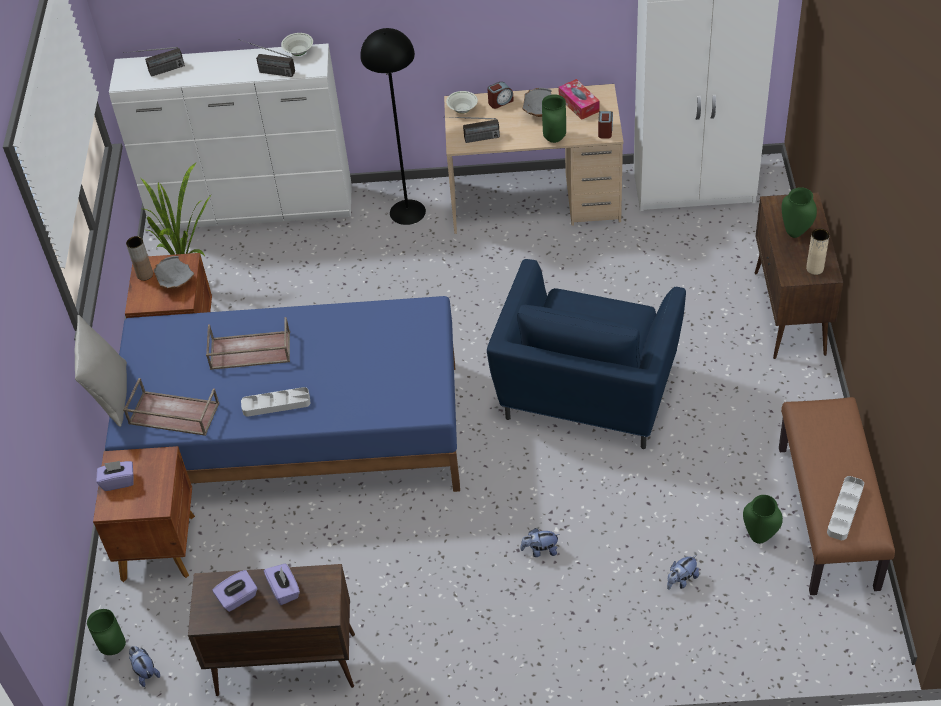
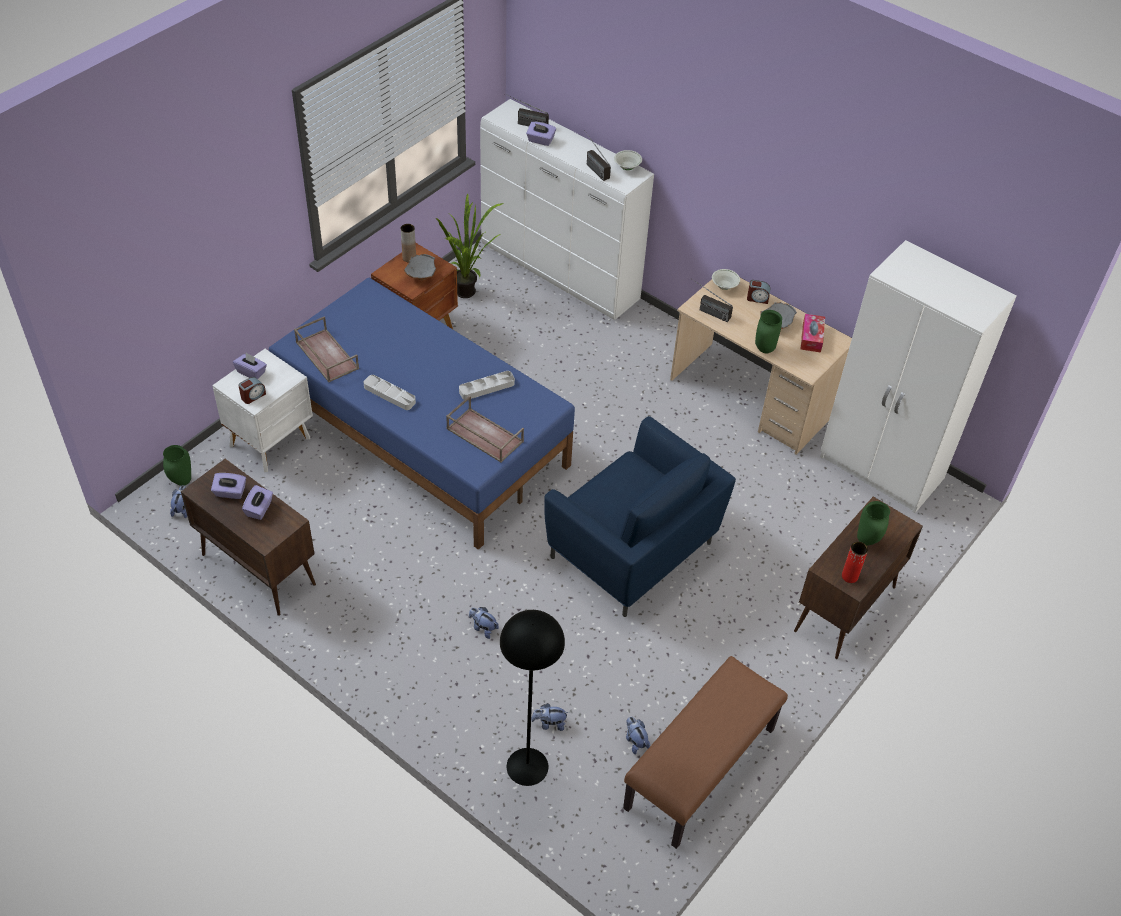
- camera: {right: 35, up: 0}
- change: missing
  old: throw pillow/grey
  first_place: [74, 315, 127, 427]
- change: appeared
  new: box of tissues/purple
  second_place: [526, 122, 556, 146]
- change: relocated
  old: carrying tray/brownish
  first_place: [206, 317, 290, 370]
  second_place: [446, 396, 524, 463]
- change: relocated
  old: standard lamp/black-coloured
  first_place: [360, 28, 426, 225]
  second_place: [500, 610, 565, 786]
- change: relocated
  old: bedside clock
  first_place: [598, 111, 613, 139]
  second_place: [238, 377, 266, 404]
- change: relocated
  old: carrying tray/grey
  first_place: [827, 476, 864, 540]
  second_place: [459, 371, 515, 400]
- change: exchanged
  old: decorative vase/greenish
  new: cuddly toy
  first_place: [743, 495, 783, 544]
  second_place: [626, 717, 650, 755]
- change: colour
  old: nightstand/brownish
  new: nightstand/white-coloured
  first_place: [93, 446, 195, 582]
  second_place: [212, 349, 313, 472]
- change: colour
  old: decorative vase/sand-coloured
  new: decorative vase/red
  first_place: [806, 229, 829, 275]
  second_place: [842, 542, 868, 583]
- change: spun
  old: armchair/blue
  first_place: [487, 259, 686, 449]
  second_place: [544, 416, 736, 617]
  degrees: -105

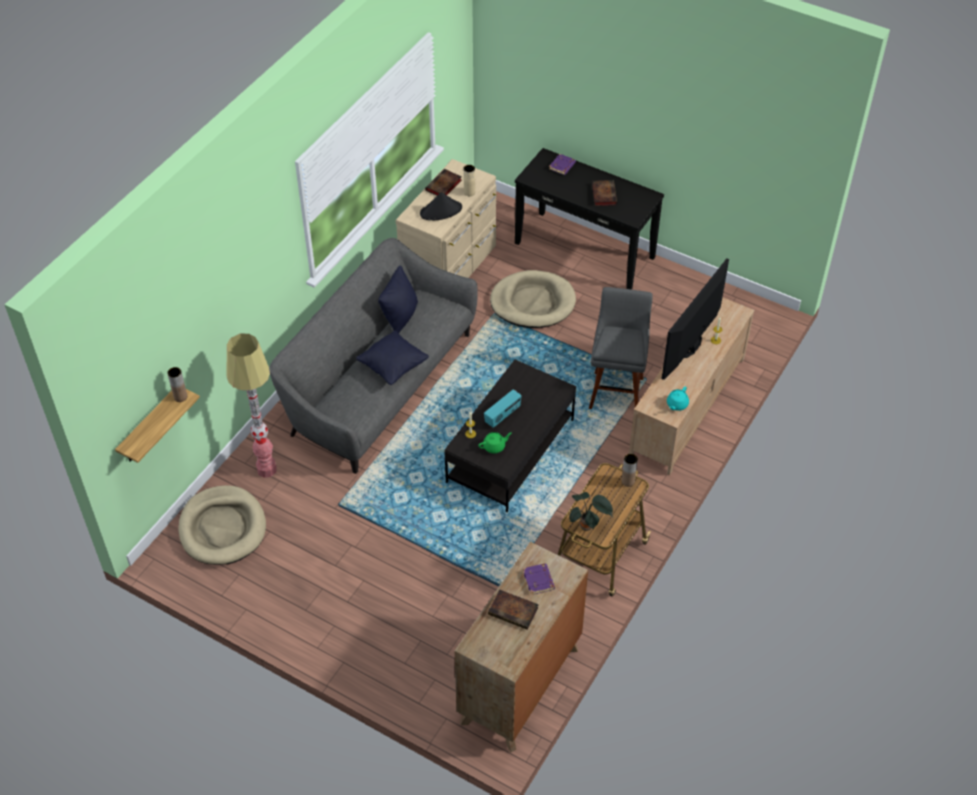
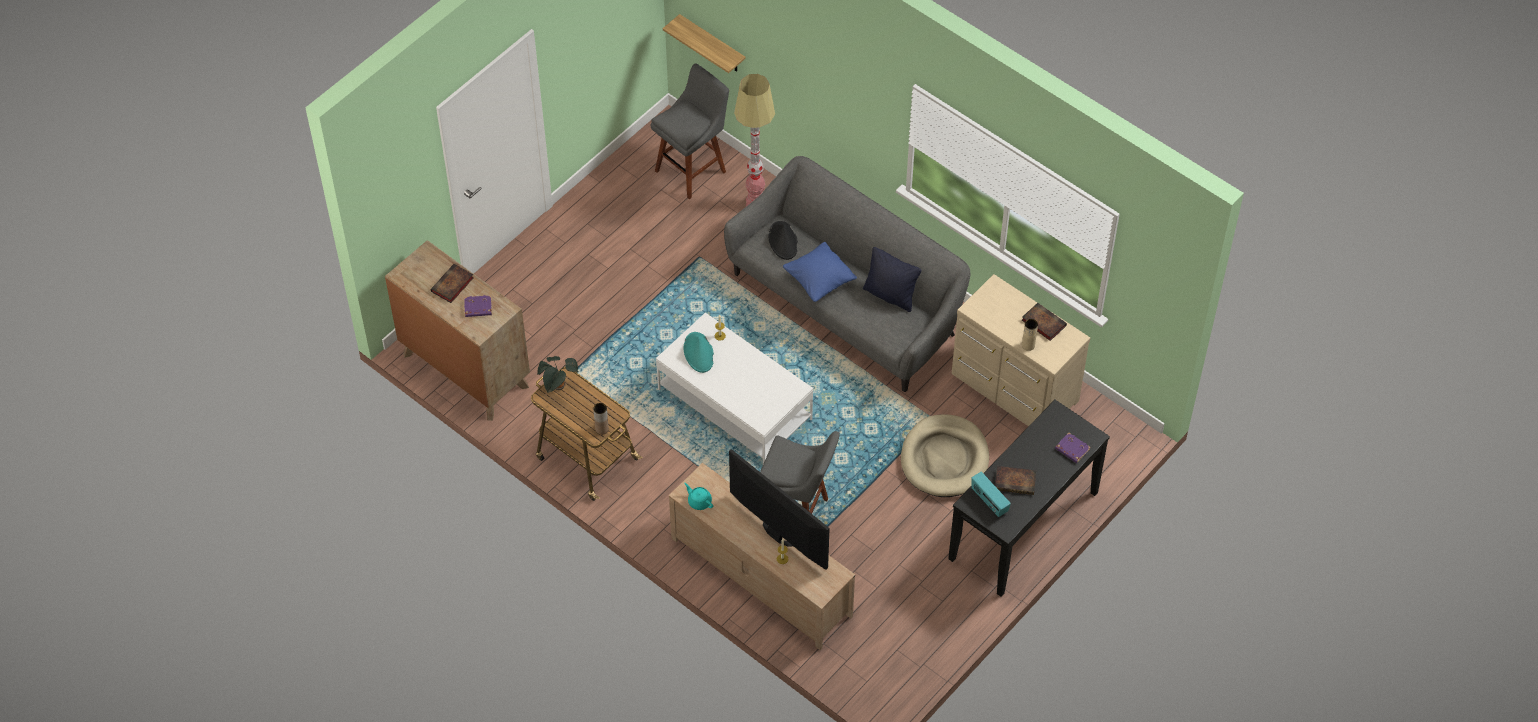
- camera: {right: 100, up: 5}
- change: missing
  old: decorative vase/brownish
  first_place: [167, 367, 187, 402]
- change: relocated
  old: wearable hat/black-coloured
  first_place: [420, 192, 462, 220]
  second_place: [768, 221, 798, 260]
- change: relocated
  old: radio set
  first_place: [484, 389, 521, 428]
  second_place: [971, 472, 1011, 517]
- change: exchanged
  old: pet bed/sand-coloured
  new: stool seat/grey
  first_place: [178, 485, 266, 565]
  second_place: [650, 64, 729, 200]
- change: exchanged
  old: teapot/greenish
  new: wearable hat/turquoise
  first_place: [478, 432, 512, 453]
  second_place: [684, 332, 714, 373]
- change: colour
  old: throw pillow/black-coloured
  new: throw pillow/blue
  first_place: [356, 331, 429, 385]
  second_place: [783, 242, 857, 302]
- change: colour
  old: coffee table/black-coloured
  new: coffee table/white-coloured
  first_place: [444, 360, 576, 512]
  second_place: [656, 312, 813, 464]

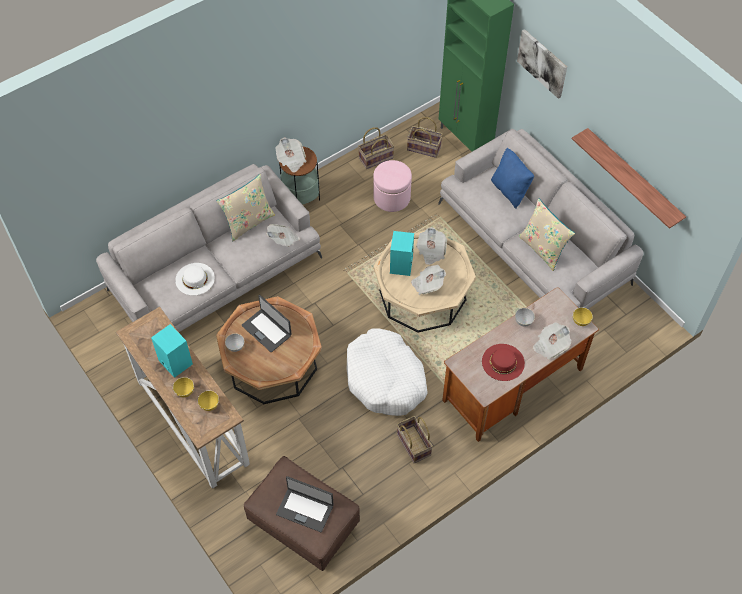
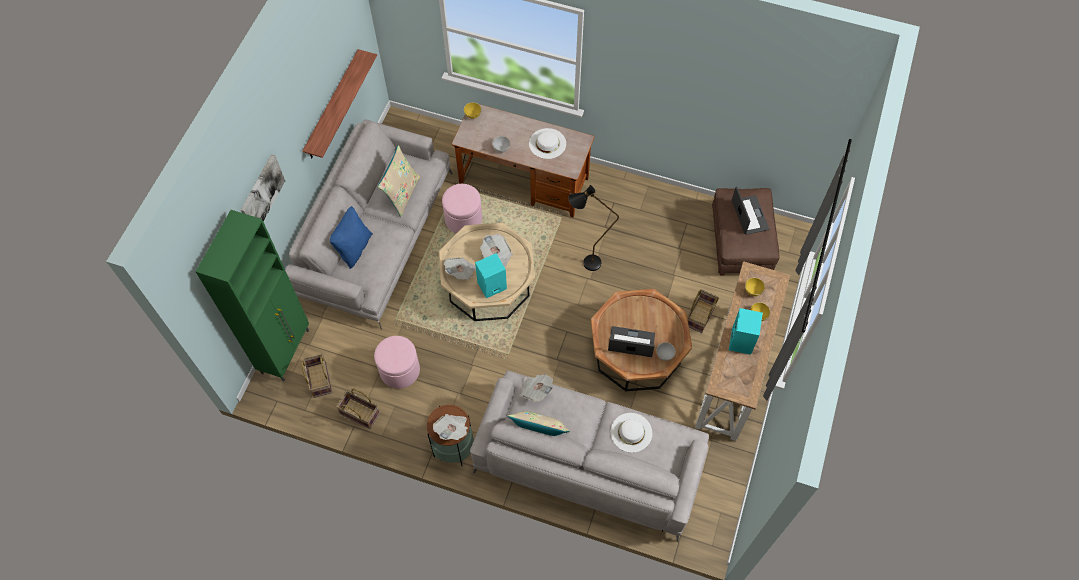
- camera: {right: -125, up: 5}
- change: missing
  old: newspaper
  first_place: [533, 322, 571, 360]
- change: appeared
  new: pouffe/pinkish
  second_place: [442, 184, 482, 234]
- change: relocated
  old: household basket
  first_place: [396, 416, 433, 463]
  second_place: [687, 289, 719, 333]
- change: exchanged
  old: pet bed/white-coloured
  new: standard lamp/black-coloured
  first_place: [347, 329, 427, 416]
  second_place: [568, 185, 619, 271]
- change: colour
  old: wearable hat/red
  new: wearable hat/white-coloured
  first_place: [482, 344, 525, 381]
  second_place: [529, 128, 566, 159]
- change: spun
  old: laptop
  first_place: [241, 295, 292, 353]
  second_place: [608, 326, 655, 357]
  degrees: -90

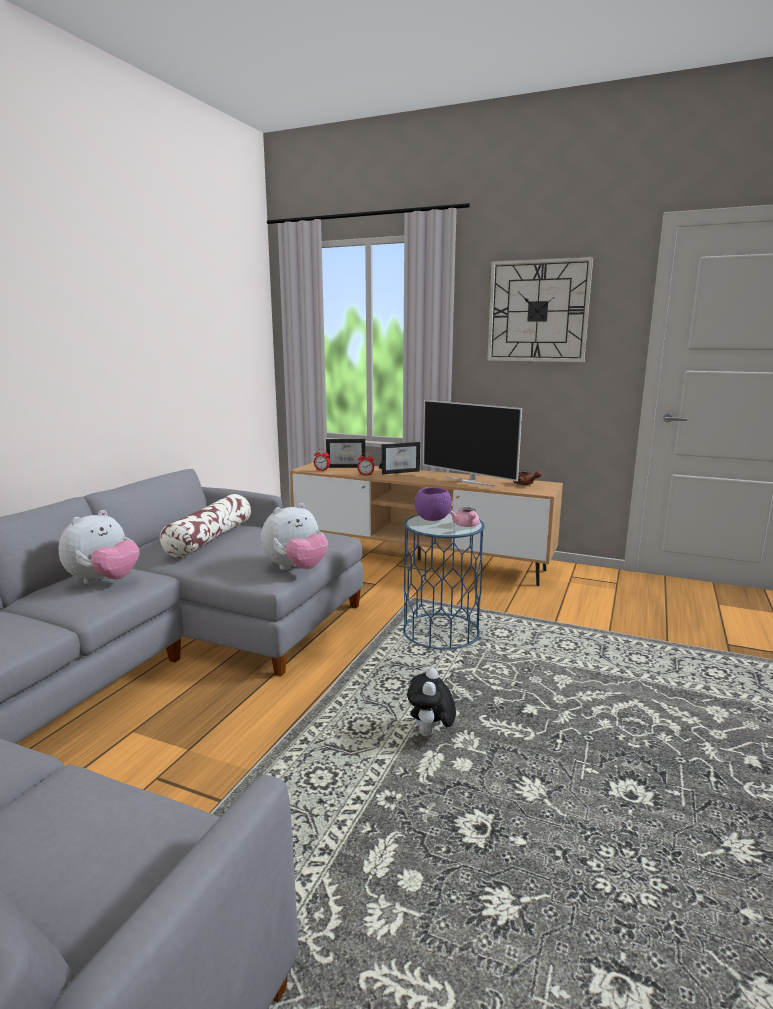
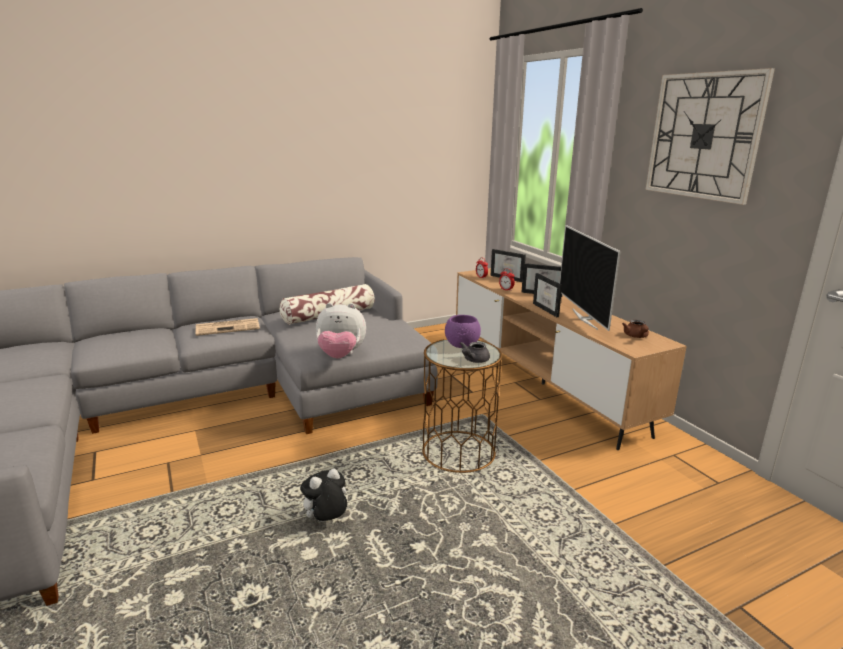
- camera: {right: 40, up: 5}
- change: appeared
  new: standing frame
  second_place: [533, 273, 562, 317]
- change: exchanged
  old: cuddly toy
  new: newspaper
  first_place: [58, 510, 139, 584]
  second_place: [196, 318, 260, 336]
- change: colour
  old: end table/blue
  new: end table/brownish
  first_place: [403, 513, 485, 650]
  second_place: [422, 339, 502, 473]
- change: colour
  old: teapot/pinkish
  new: teapot/grey
  first_place: [449, 507, 480, 527]
  second_place: [460, 342, 490, 363]

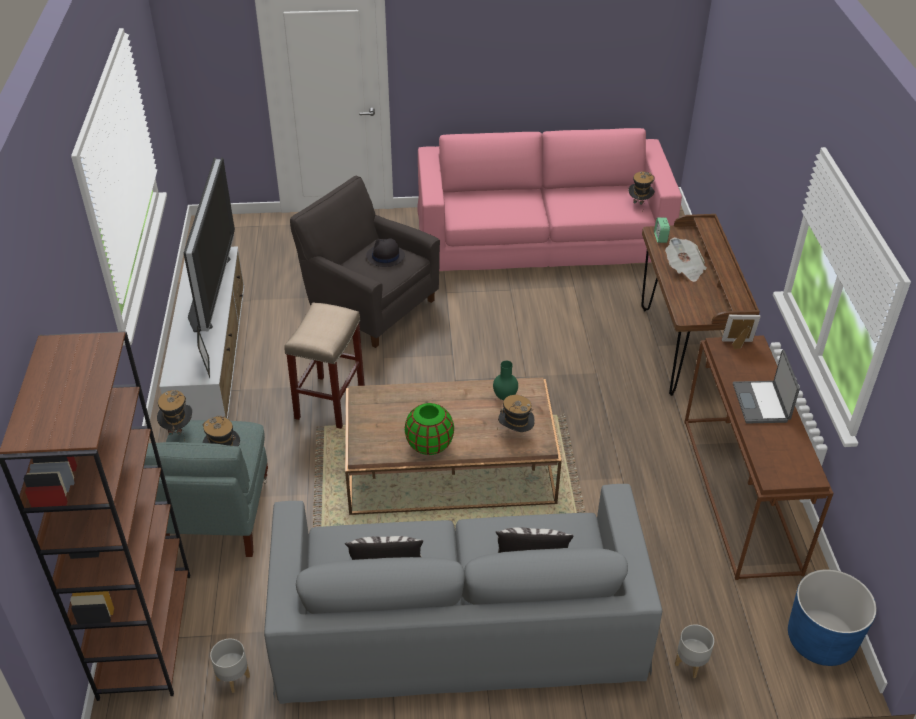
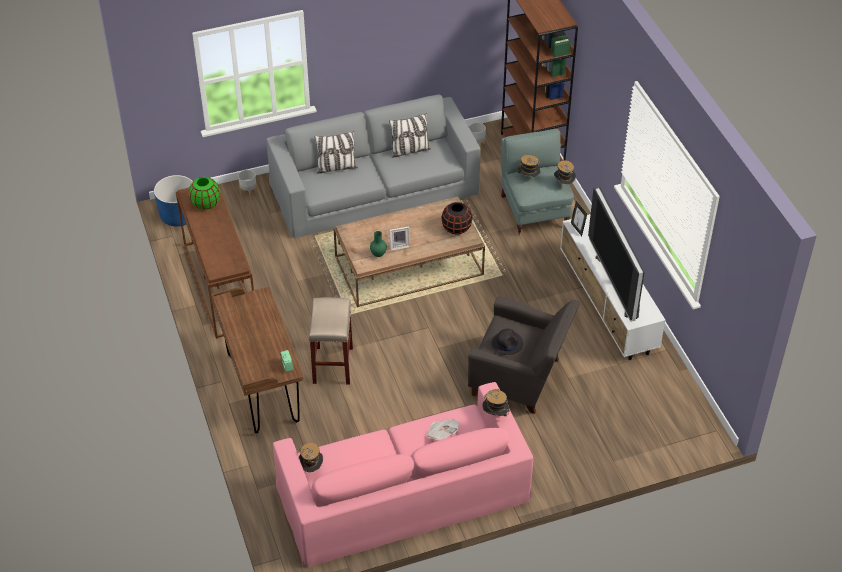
- camera: {right: 165, up: 5}
- change: missing
  old: laptop
  first_place: [733, 350, 800, 424]
- change: appeared
  new: decorative vase/black-coloured
  second_place: [442, 202, 472, 235]
- change: relocated
  old: stool seat/sand-coloured
  first_place: [284, 302, 365, 429]
  second_place: [309, 297, 353, 385]
- change: relocated
  old: decorative vase/greenish
  first_place: [405, 403, 454, 455]
  second_place: [189, 177, 220, 210]
- change: relocated
  old: wearable hat
  first_place: [497, 395, 535, 432]
  second_place: [482, 388, 509, 417]
- change: relocated
  old: newspaper
  first_place: [665, 237, 707, 282]
  second_place: [425, 419, 460, 440]
- change: relocated
  old: standing frame
  first_place: [722, 315, 761, 349]
  second_place: [389, 226, 410, 250]

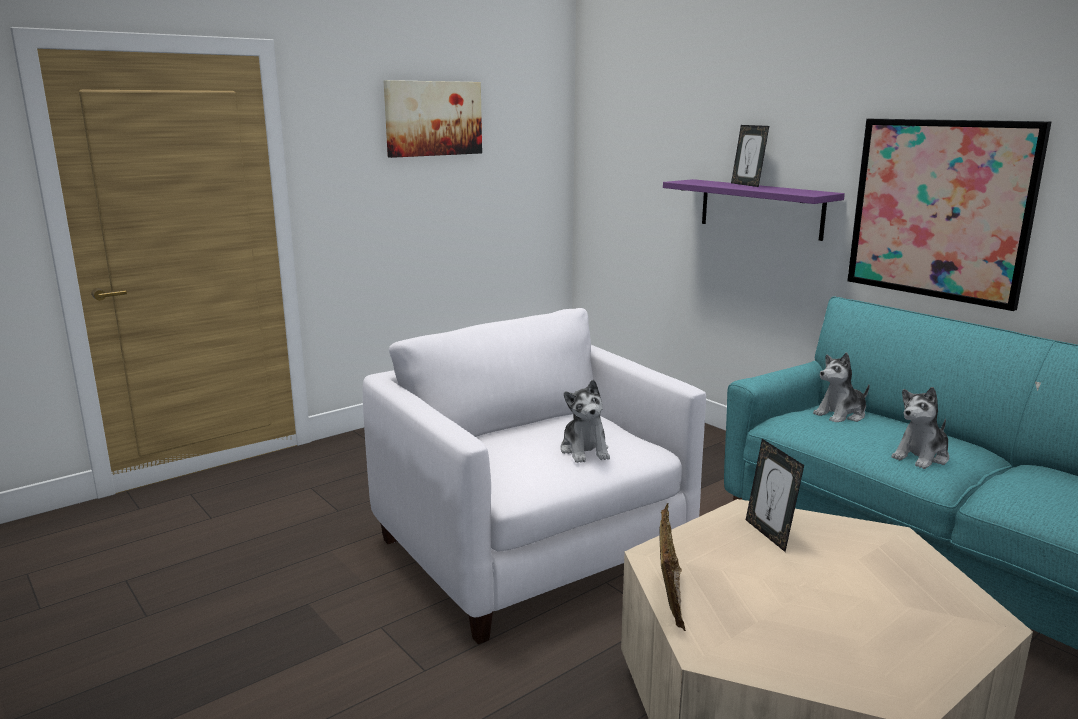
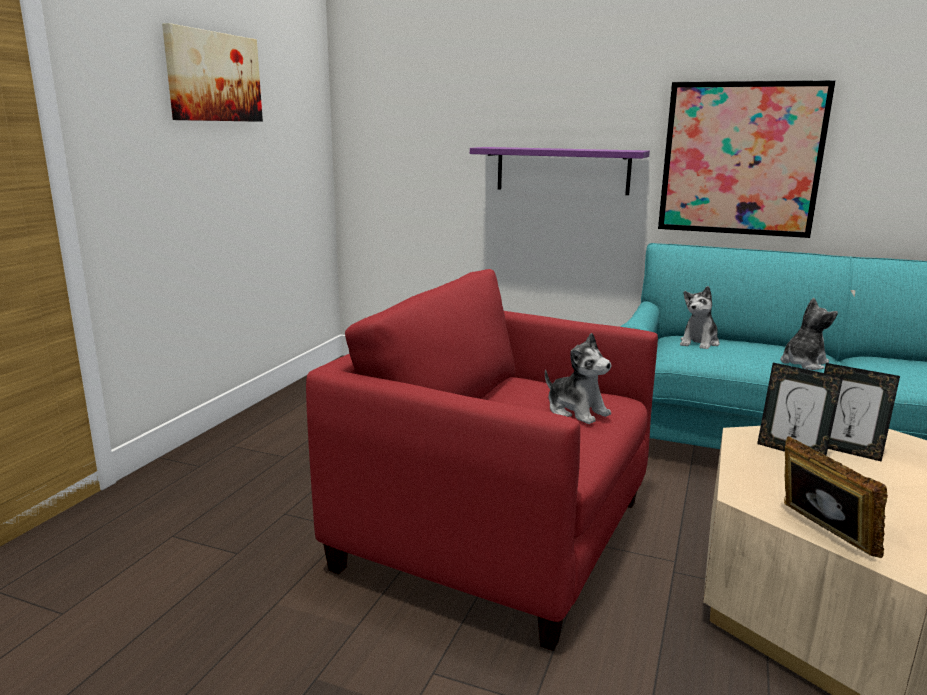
- camera: {right: -30, up: 0}
- change: relocated
  old: standing frame
  first_place: [731, 125, 769, 187]
  second_place: [824, 363, 900, 462]
- change: colour
  old: armchair/white-coloured
  new: armchair/red
  first_place: [363, 308, 706, 644]
  second_place: [306, 269, 658, 651]
- change: spun
  old: cuddly toy
  first_place: [891, 387, 949, 469]
  second_place: [780, 298, 838, 370]
  degrees: -150

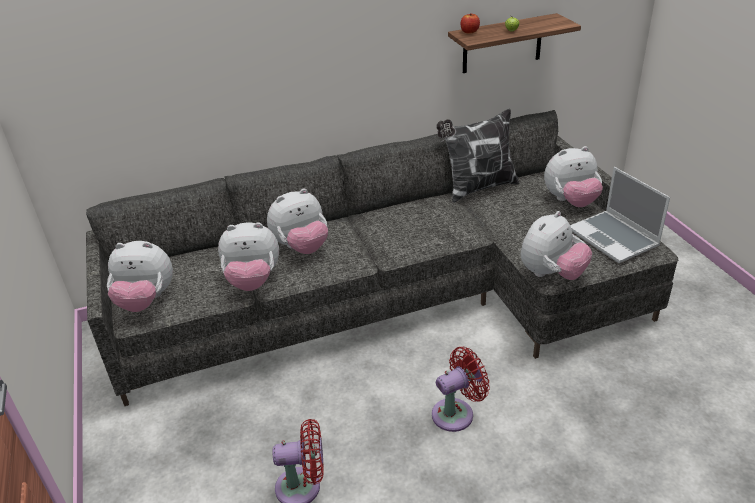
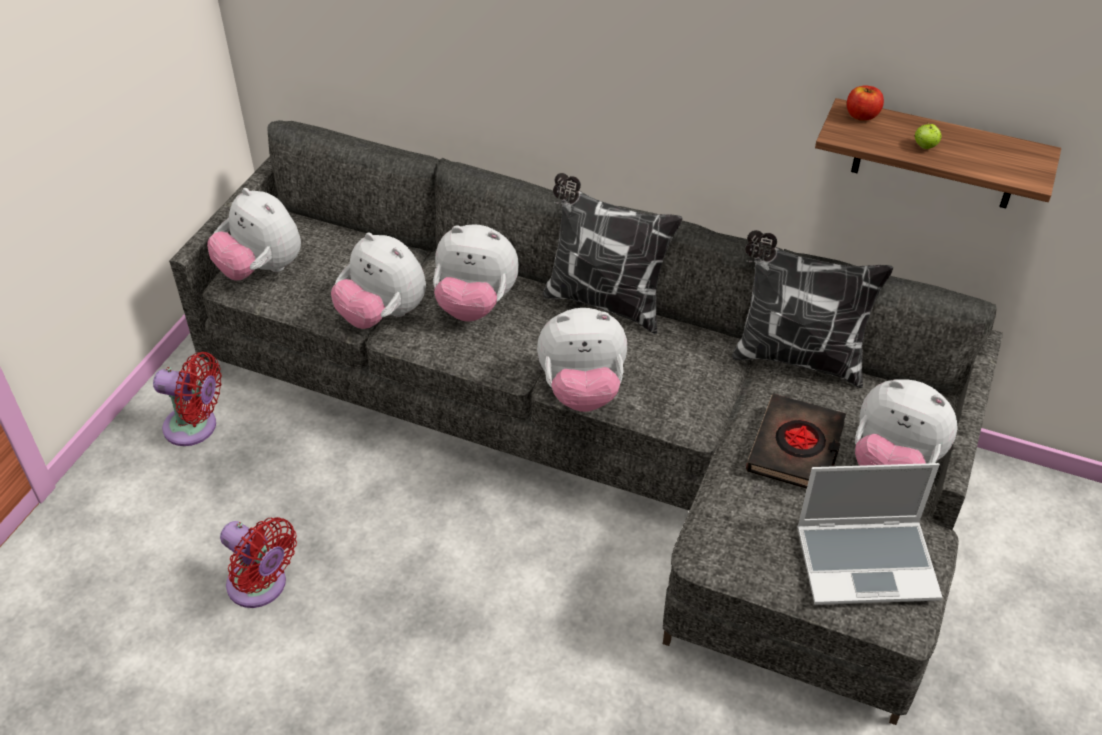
- camera: {right: 40, up: 10}
- change: appeared
  new: throw pillow
  second_place: [542, 173, 683, 334]
- change: appeared
  new: volume/black-coloured
  second_place: [746, 394, 846, 489]
- change: relocated
  old: fan/red
  first_place: [432, 347, 490, 432]
  second_place: [153, 352, 222, 446]
- change: relocated
  old: cuddly toy
  first_place: [521, 211, 592, 280]
  second_place: [537, 308, 627, 412]
- change: spun
  old: laptop
  first_place: [570, 167, 670, 263]
  second_place: [797, 463, 943, 605]
  degrees: -105

